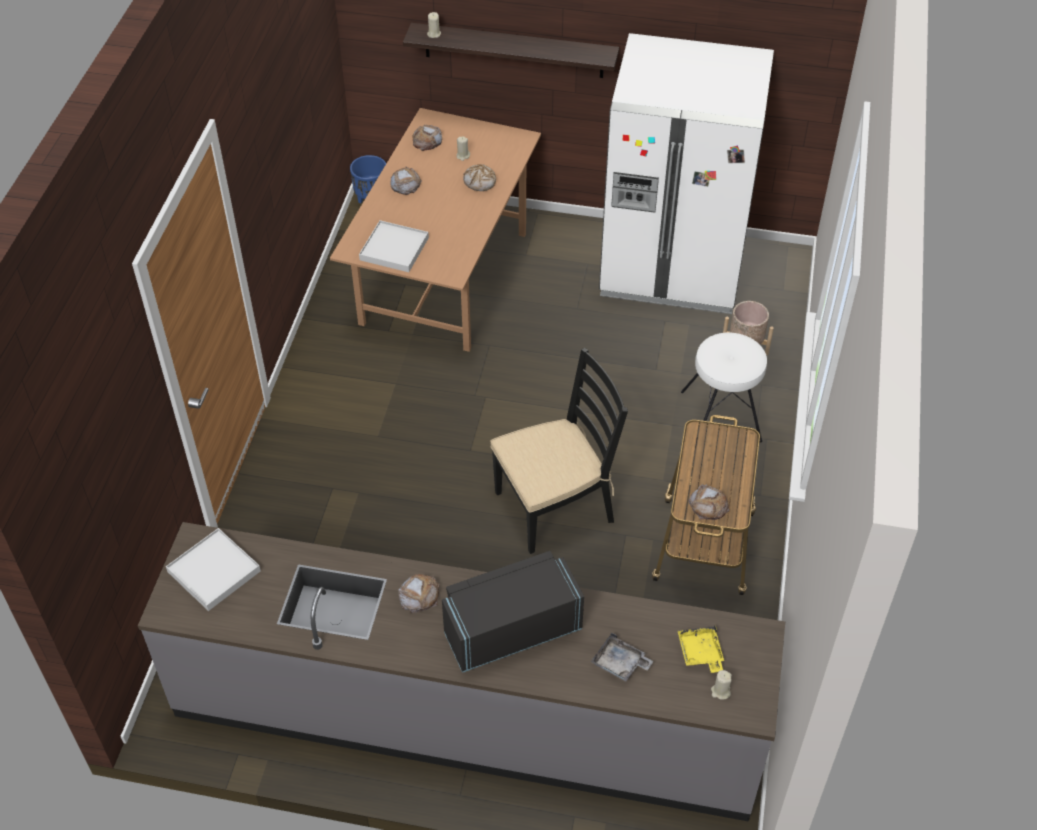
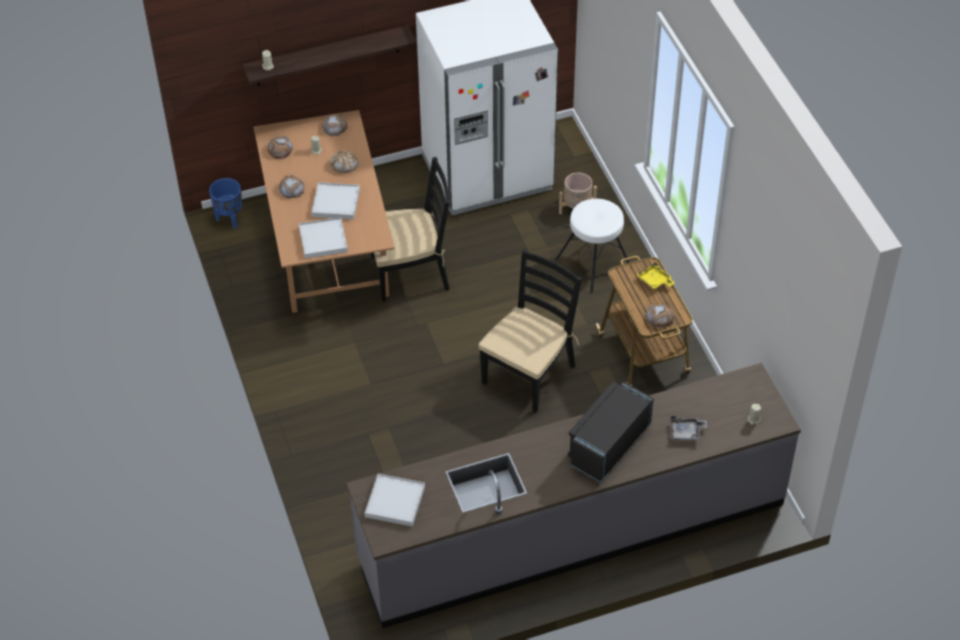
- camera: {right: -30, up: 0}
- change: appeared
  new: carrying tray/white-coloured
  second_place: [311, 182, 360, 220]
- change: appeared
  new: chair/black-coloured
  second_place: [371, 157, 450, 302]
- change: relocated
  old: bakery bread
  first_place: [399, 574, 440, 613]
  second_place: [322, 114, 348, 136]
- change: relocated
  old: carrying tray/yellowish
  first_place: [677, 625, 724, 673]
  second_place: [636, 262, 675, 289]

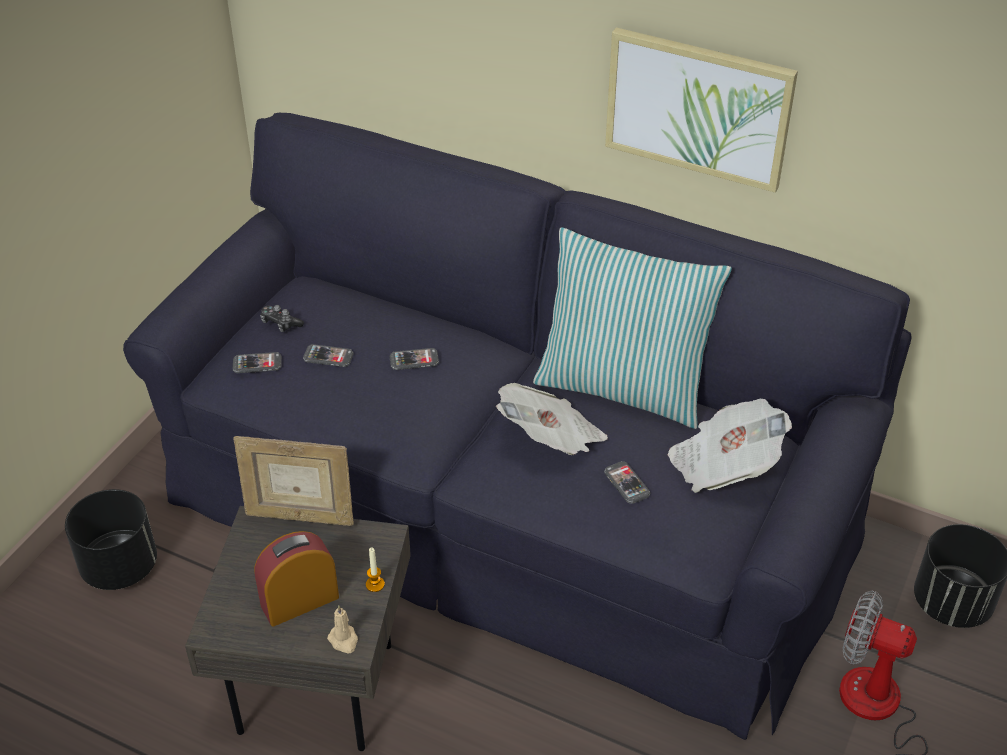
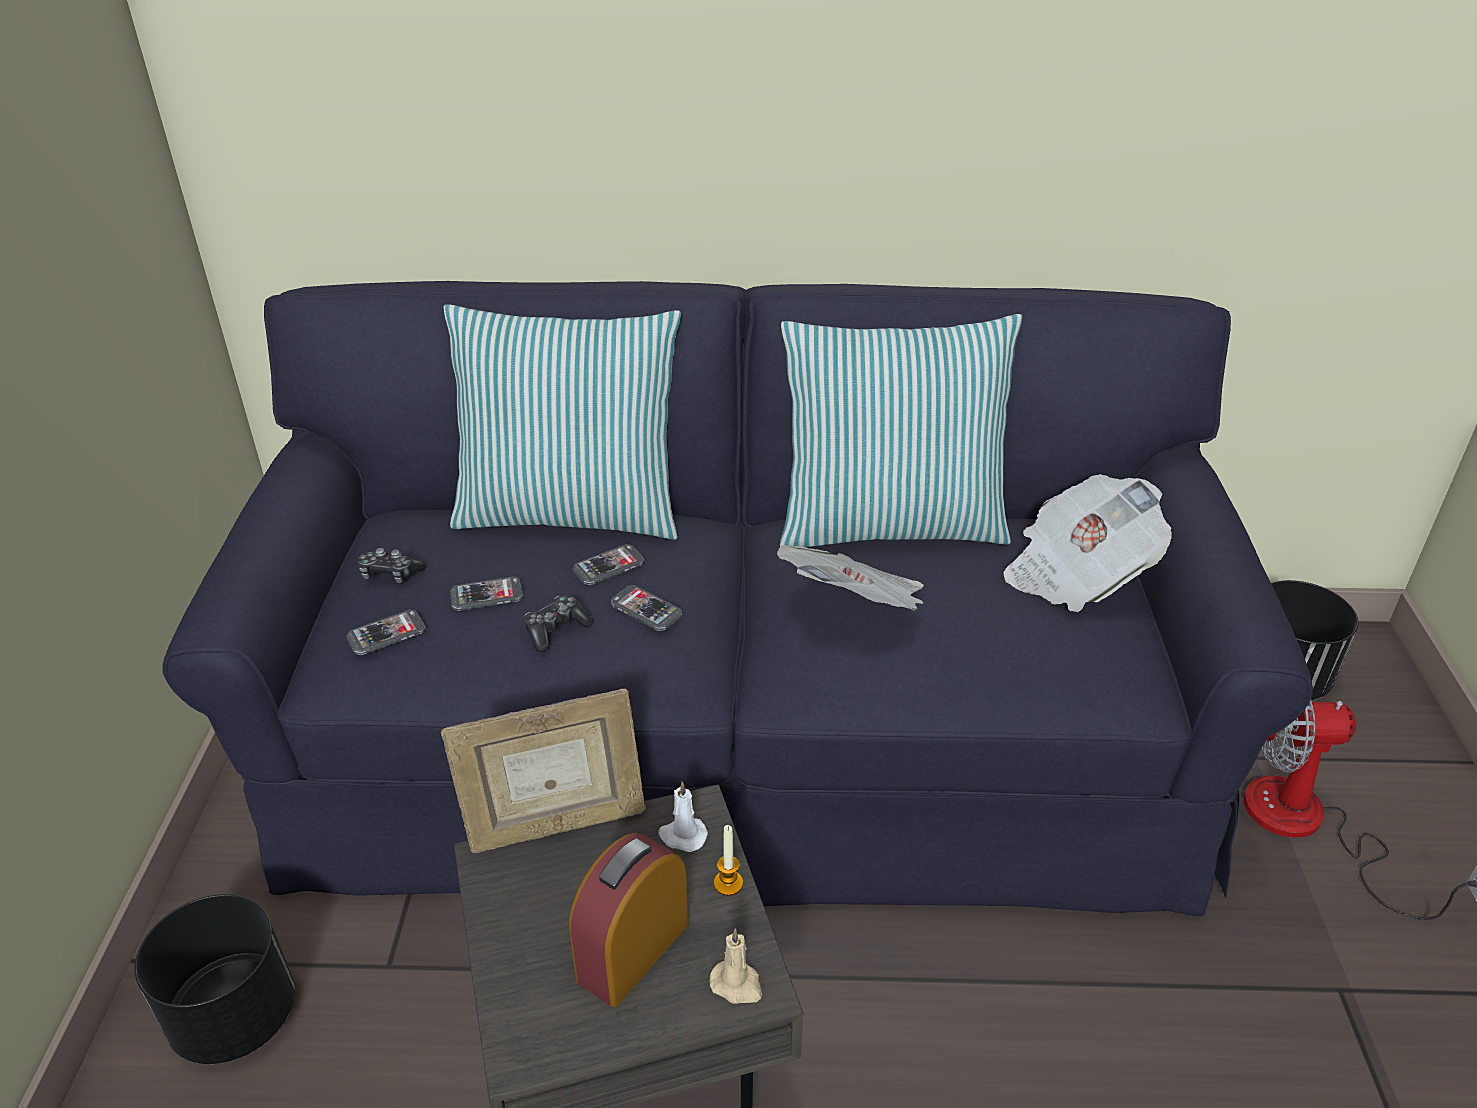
- camera: {right: -25, up: -5}
- change: missing
  old: wall art
  first_place: [605, 27, 798, 193]
- change: appeared
  new: throw pillow
  second_place: [444, 304, 681, 540]
- change: appeared
  new: joypad
  second_place: [524, 595, 593, 652]
- change: appeared
  new: candle/white-coloured
  second_place: [658, 781, 708, 852]
- change: relocated
  old: handset
  first_place: [604, 461, 650, 504]
  second_place: [611, 585, 682, 631]

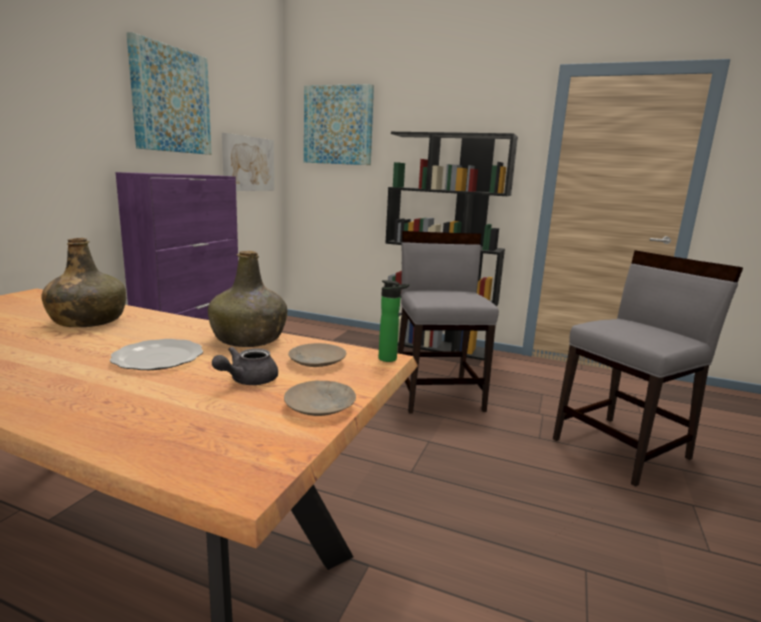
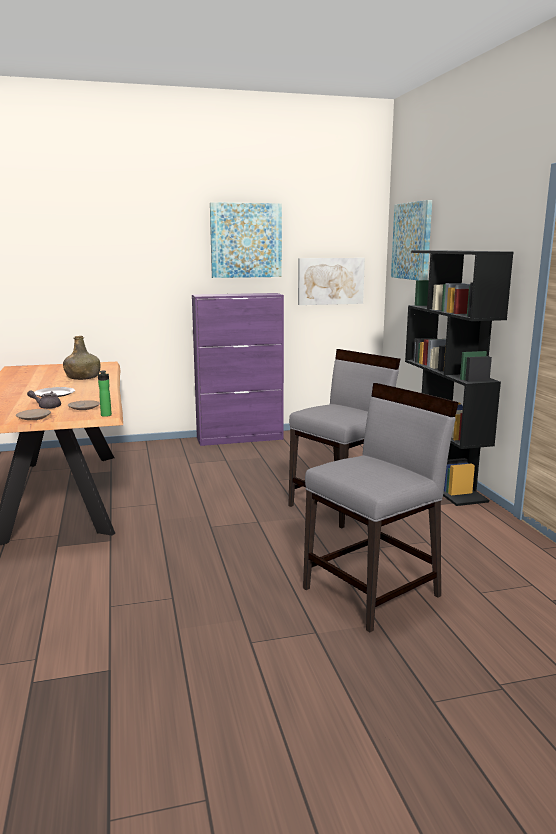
- camera: {right: 55, up: 0}
- change: missing
  old: beverage bottle/greenish
  first_place: [208, 251, 287, 347]
- change: spun
  old: chair/grey
  first_place: [553, 250, 743, 487]
  second_place: [303, 383, 459, 633]
  degrees: -60

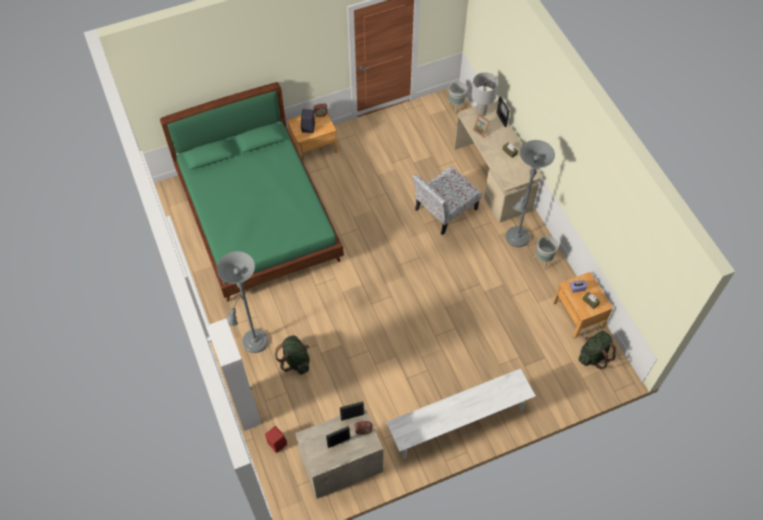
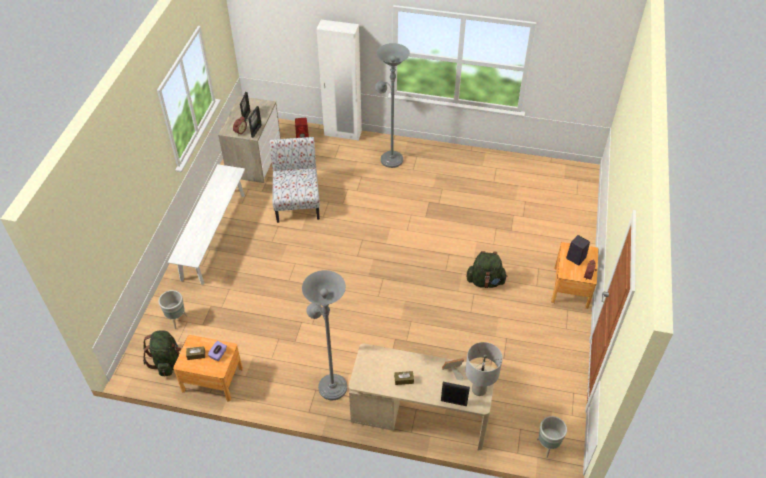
- camera: {right: 125, up: -10}
- change: missing
  old: bedroom bed/greenish
  first_place: [160, 82, 344, 302]
- change: relocated
  old: knapsack/greenish
  first_place: [274, 335, 310, 375]
  second_place: [467, 251, 507, 288]
- change: relocated
  old: chair
  first_place: [413, 166, 482, 235]
  second_place: [269, 137, 320, 223]
- change: relocated
  old: plant pot/grey
  first_place: [534, 236, 558, 270]
  second_place: [159, 290, 188, 329]

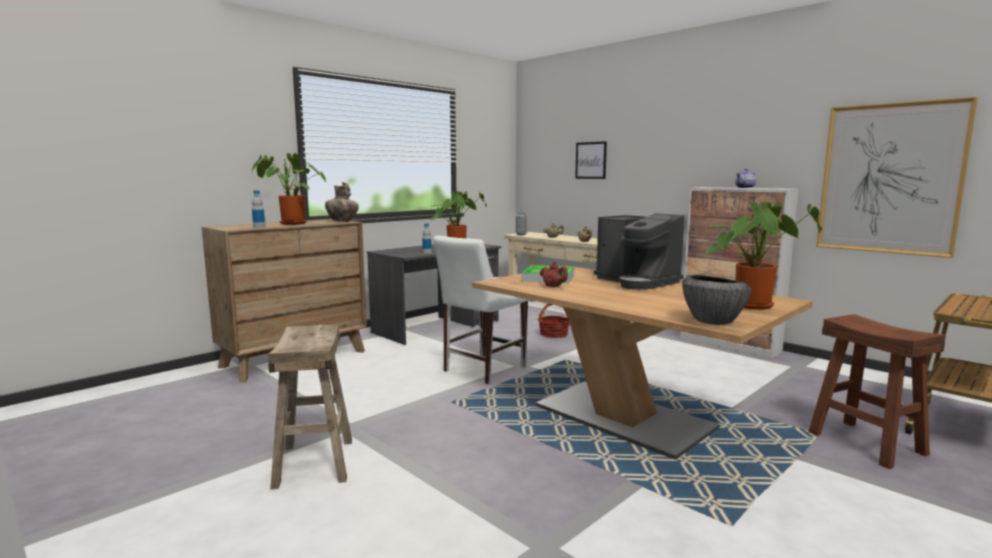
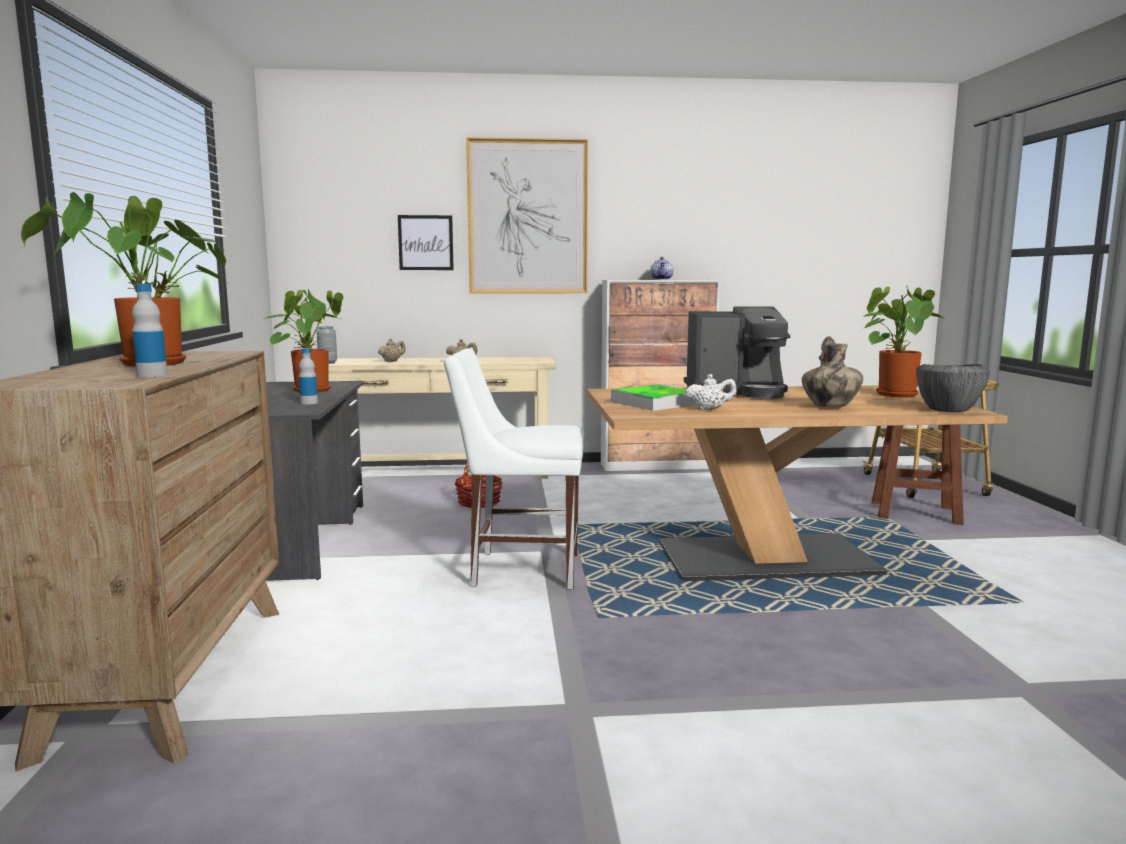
- camera: {right: -50, up: 0}
- change: missing
  old: stool seat/sand-coloured
  first_place: [268, 324, 352, 490]
- change: relocated
  old: decorative vase
  first_place: [325, 182, 359, 222]
  second_place: [802, 336, 863, 407]
- change: relocated
  old: wall art
  first_place: [816, 97, 978, 258]
  second_place: [466, 137, 588, 294]
- change: colour
  old: teapot/red
  new: teapot/white-coloured
  first_place: [540, 261, 568, 287]
  second_place: [685, 374, 737, 410]
- change: spun
  old: chair/white-coloured
  first_place: [433, 236, 529, 384]
  second_place: [444, 348, 585, 589]
  degrees: 105

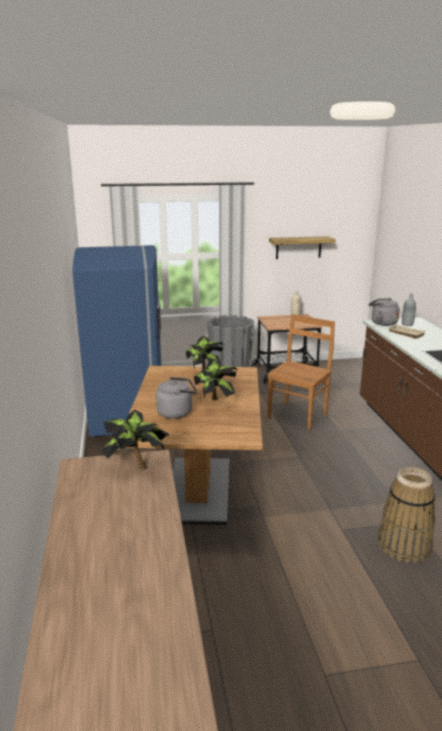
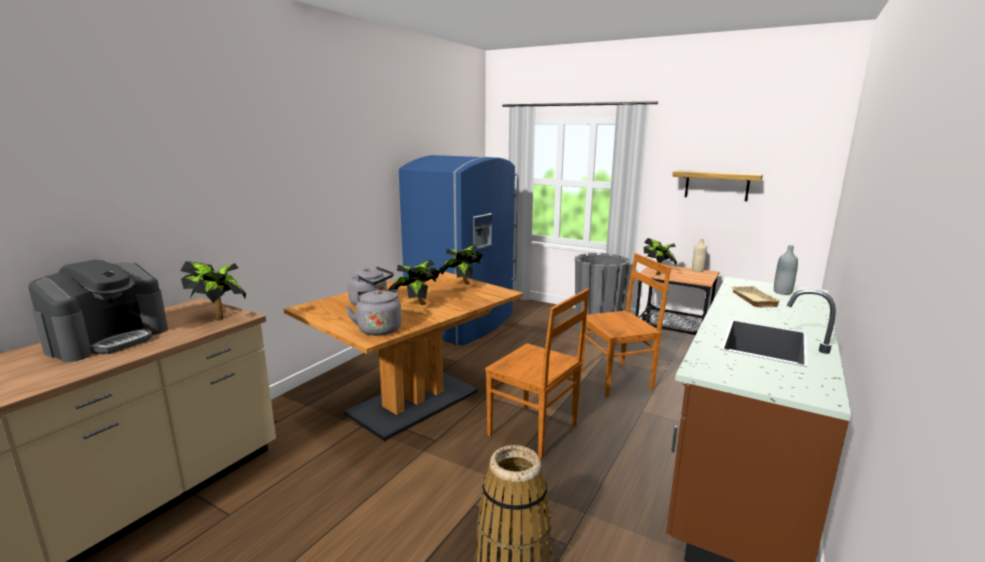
- camera: {right: 40, up: -5}
- change: appeared
  new: coffee brewer
  second_place: [28, 260, 168, 362]
- change: appeared
  new: chair/brownish
  second_place: [485, 288, 589, 459]
- change: appeared
  new: potted plant
  second_place: [644, 238, 677, 275]
- change: relocated
  old: kettle/grey
  first_place: [369, 298, 400, 326]
  second_place: [346, 289, 402, 336]

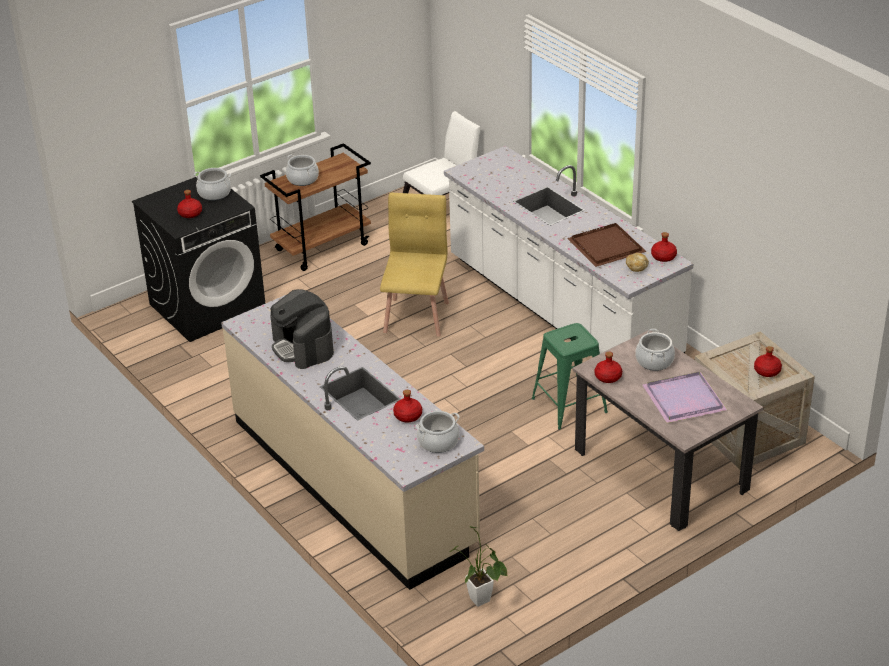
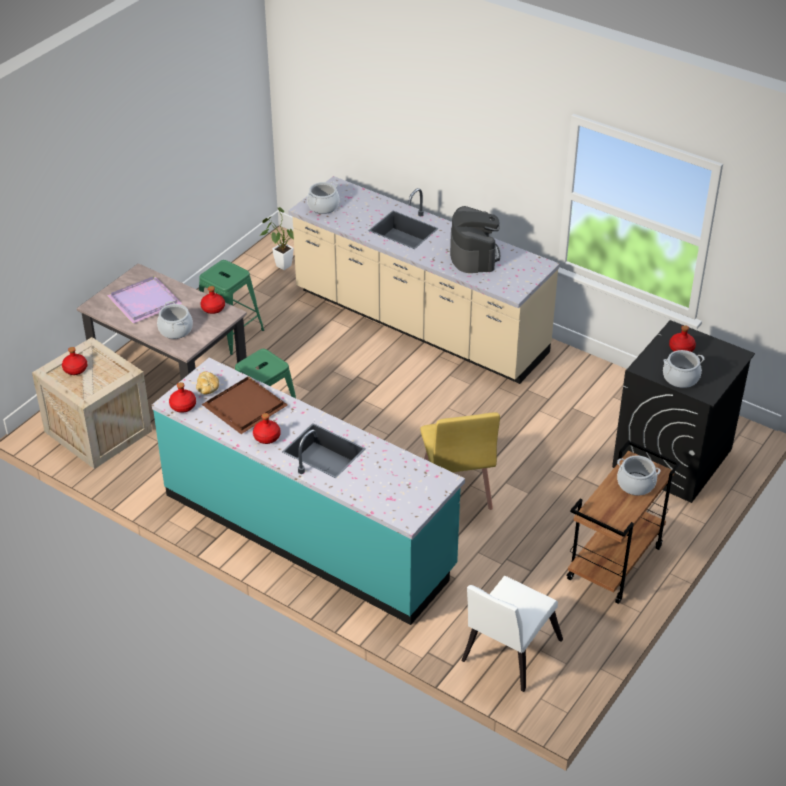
- camera: {right: 160, up: 5}
- change: appeared
  new: stool seat/greenish
  second_place: [199, 260, 264, 355]
- change: relocated
  old: beverage bottle/red
  first_place: [393, 390, 422, 422]
  second_place: [253, 413, 280, 444]
- change: colour
  old: kitchen base unit/white-coloured
  new: kitchen base unit/turquoise
  first_place: [444, 146, 693, 354]
  second_place: [152, 358, 465, 625]
- change: spun
  old: coffee brewer
  first_place: [270, 289, 334, 369]
  second_place: [450, 206, 500, 273]
  degrees: 45

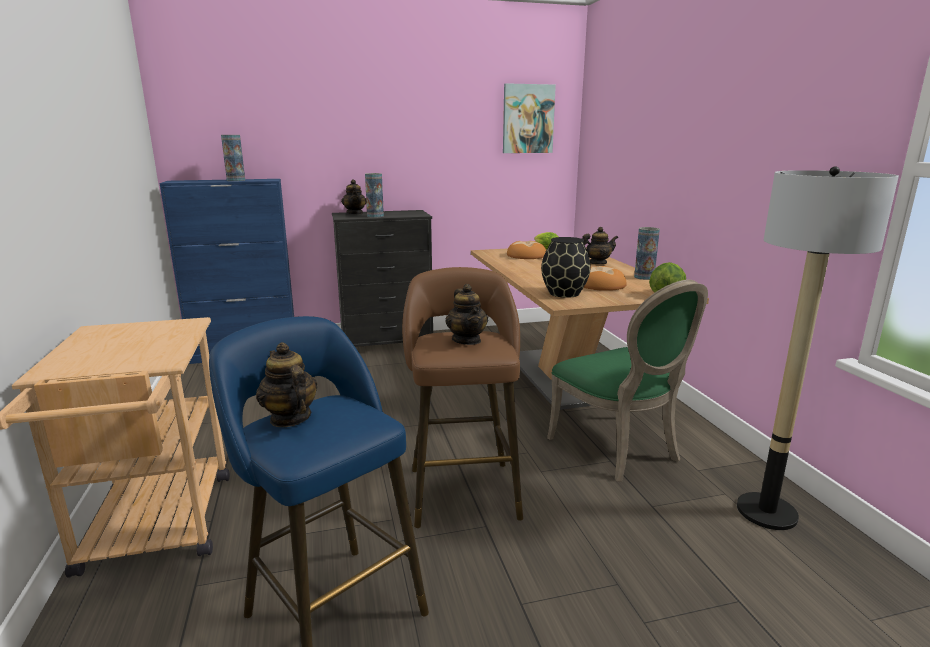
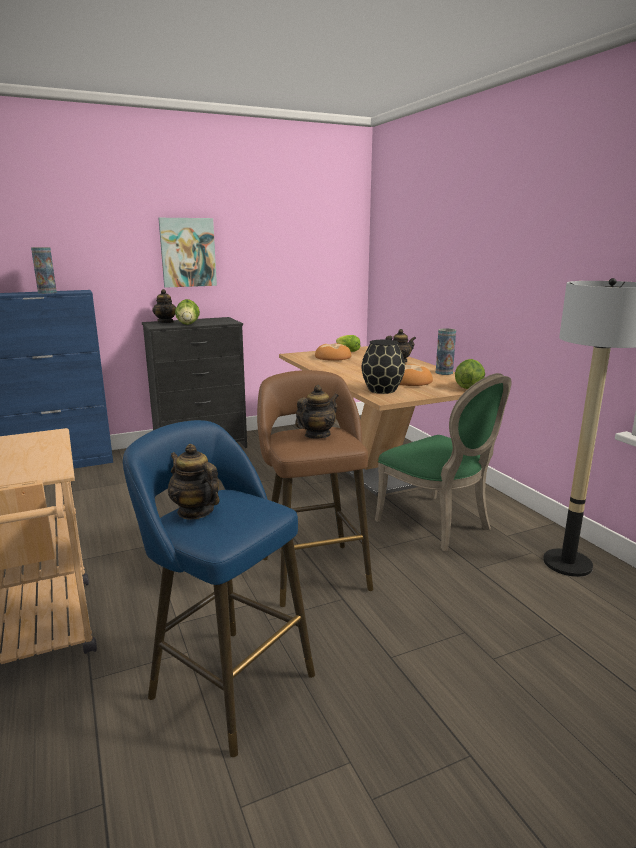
- camera: {right: -10, up: 0}
- change: relocated
  old: wall art
  first_place: [503, 83, 556, 153]
  second_place: [158, 218, 217, 288]
- change: exchanged
  old: decorative vase
  new: lettuce
  first_place: [365, 173, 384, 218]
  second_place: [175, 299, 200, 325]
- change: spun
  old: teapot
  first_place: [446, 284, 488, 345]
  second_place: [295, 385, 339, 439]
  degrees: -105

